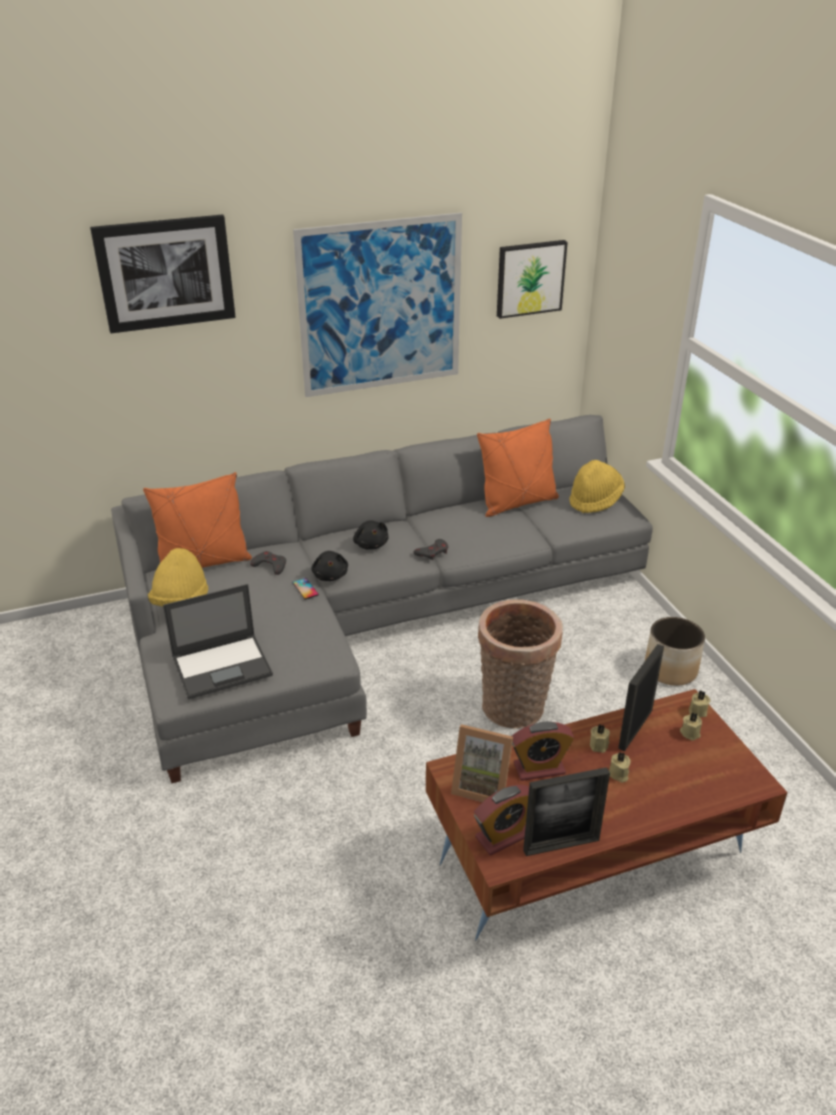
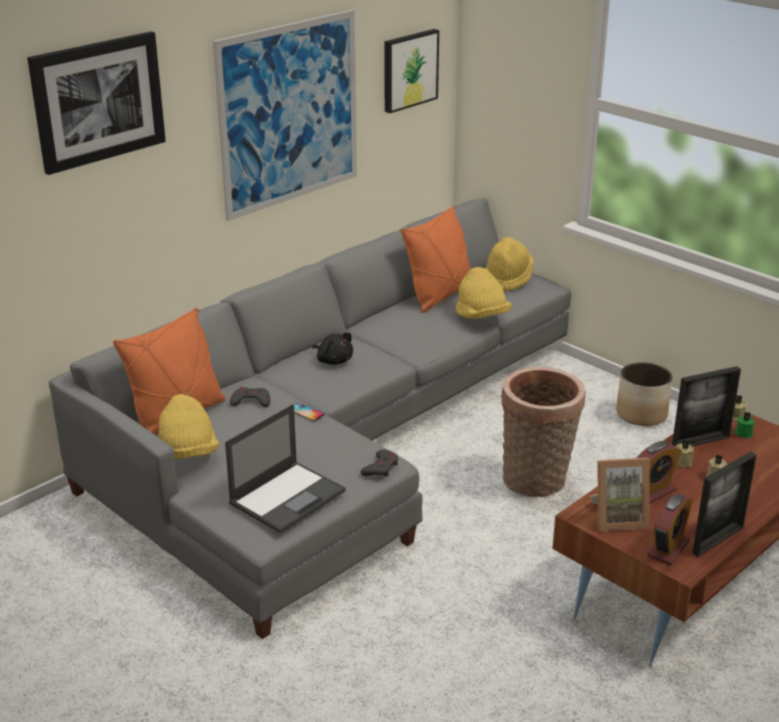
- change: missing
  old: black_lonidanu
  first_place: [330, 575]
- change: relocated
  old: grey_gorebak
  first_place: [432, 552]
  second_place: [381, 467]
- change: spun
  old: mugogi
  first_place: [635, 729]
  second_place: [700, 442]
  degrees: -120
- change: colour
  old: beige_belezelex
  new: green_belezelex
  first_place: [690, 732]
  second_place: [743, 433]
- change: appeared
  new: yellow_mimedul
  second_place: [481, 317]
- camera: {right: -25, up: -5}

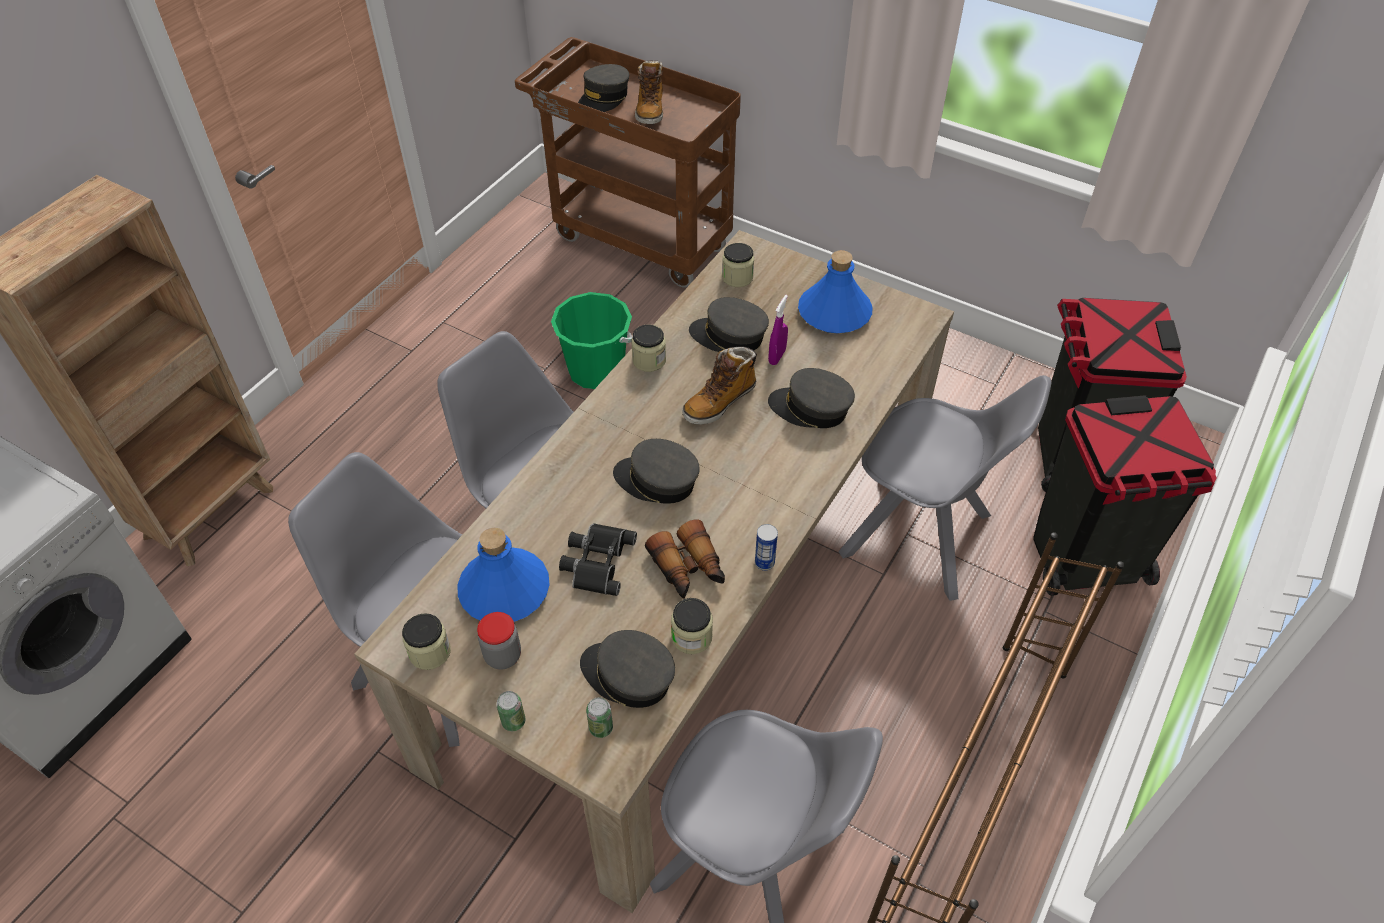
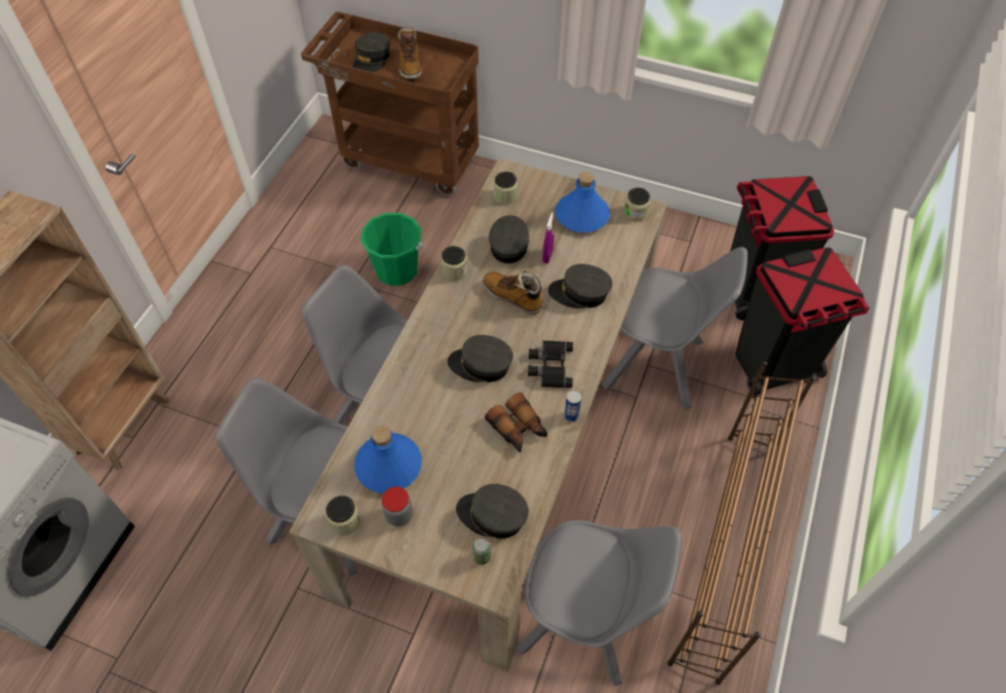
- change: missing
  old: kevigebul
  first_place: [513, 721]
- change: relocated
  old: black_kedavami
  first_place: [596, 561]
  second_place: [550, 366]
- change: relocated
  old: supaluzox
  first_place: [691, 637]
  second_place: [635, 213]
- change: spun
  old: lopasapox
  first_place: [719, 402]
  second_place: [513, 297]
  degrees: 90
- change: spun
  old: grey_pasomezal
  first_place: [729, 336]
  second_place: [509, 244]
  degrees: 90
- camera: {right: -10, up: 5}

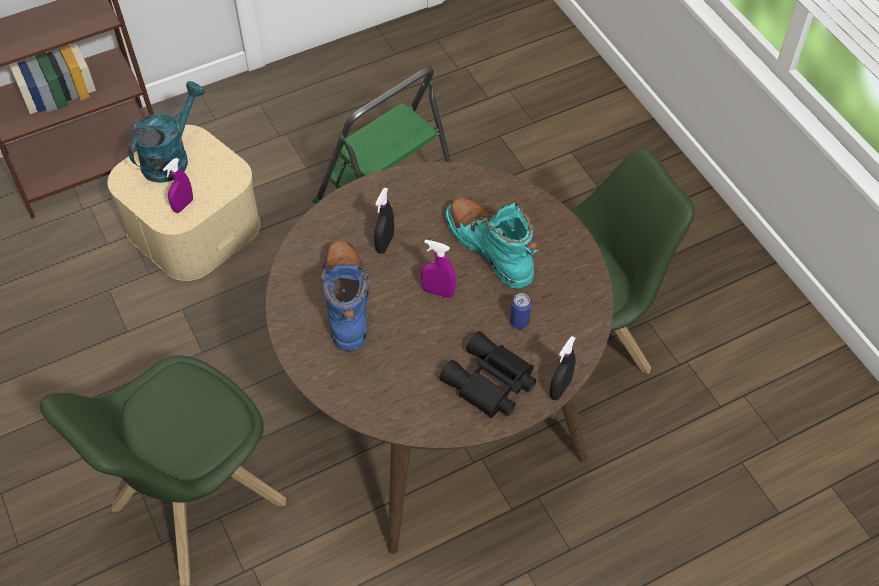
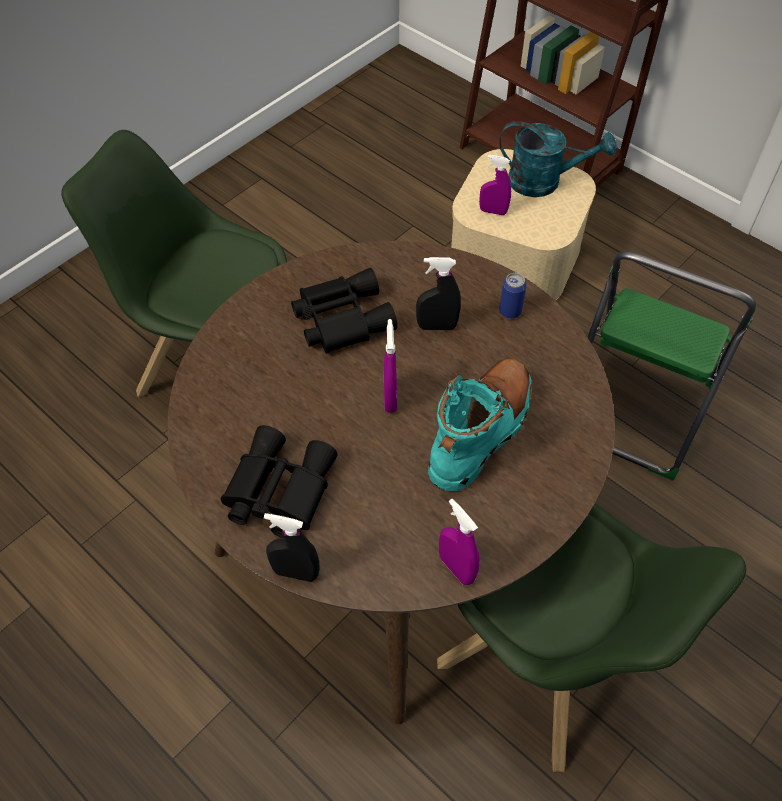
- change: exchanged
  old: blue_lopasapox
  new: black_kedavami
  first_place: [347, 301]
  second_place: [340, 318]
- change: relocated
  old: kevigebul
  first_place: [519, 322]
  second_place: [510, 311]
- change: appeared
  new: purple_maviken
  second_place: [456, 568]
- camera: {right: 70, up: 0}

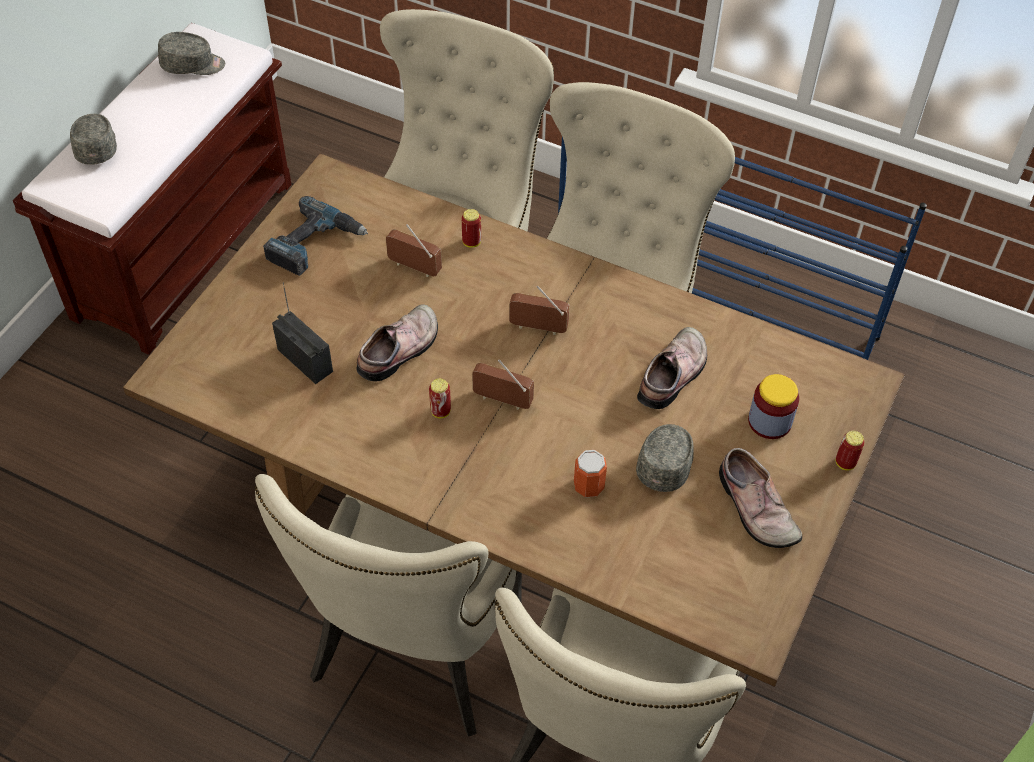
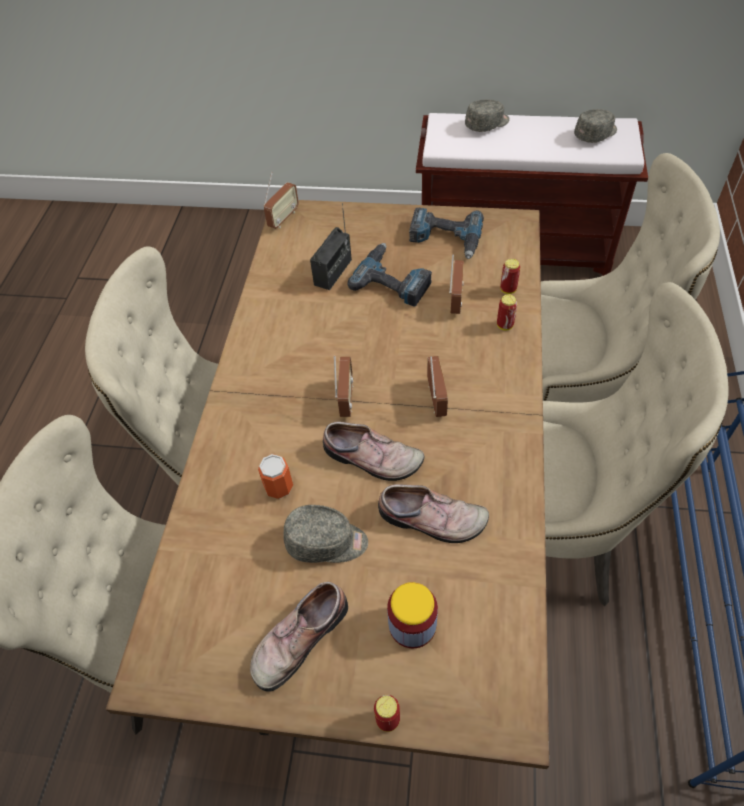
- change: spun
  old: grey_pasomezal
  first_place: [193, 65]
  second_place: [596, 134]
  degrees: -105
- change: relocated
  old: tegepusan
  first_place: [401, 350]
  second_place: [372, 459]
- change: relocated
  old: kevigebul
  first_place: [440, 411]
  second_place: [508, 290]
- change: appeared
  new: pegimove
  second_place: [283, 219]
- change: appeared
  new: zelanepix
  second_place: [393, 280]
- camera: {right: 75, up: 0}

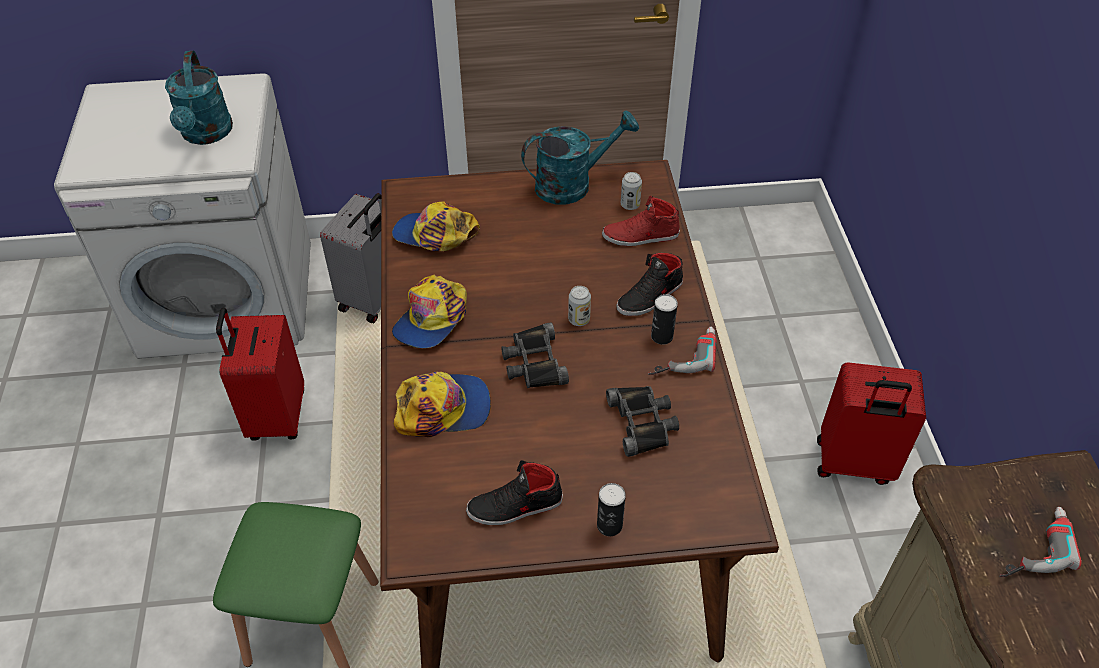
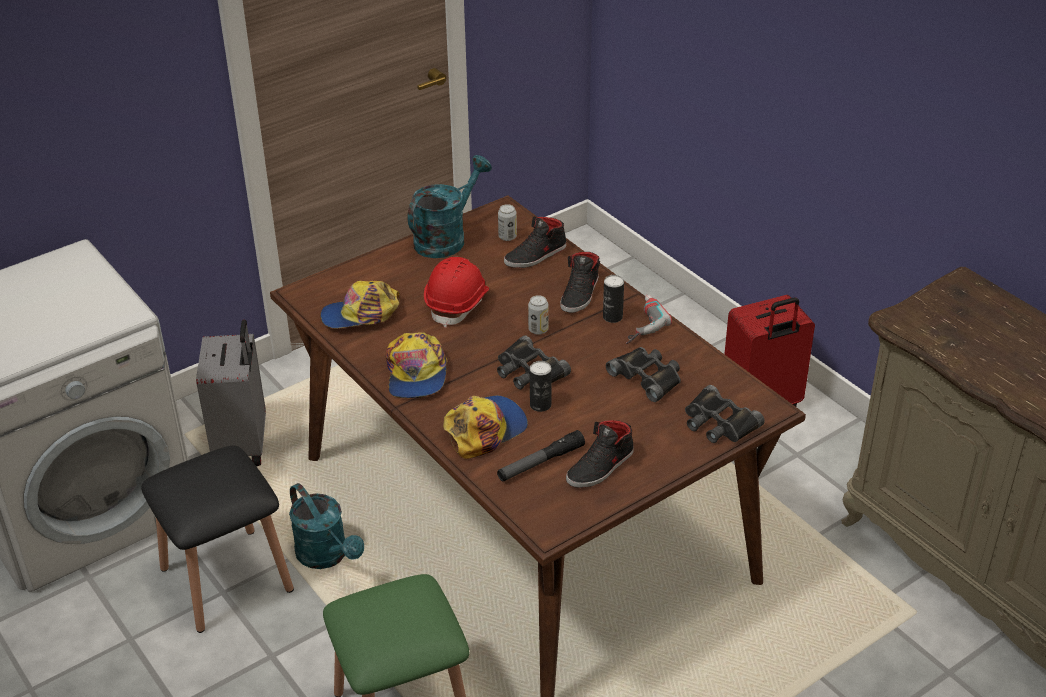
- change: relocated
  old: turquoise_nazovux
  first_place: [206, 135]
  second_place: [327, 557]
- change: exchanged
  old: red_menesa
  new: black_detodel
  first_place: [275, 416]
  second_place: [226, 579]
- change: relocated
  old: kevigebul
  first_place: [609, 525]
  second_place: [540, 405]
- change: colour
  old: red_tegepusan
  new: black_tegepusan
  first_place: [640, 236]
  second_place: [536, 256]
- change: missing
  old: zelanepix
  first_place: [1030, 545]
- change: appeared
  new: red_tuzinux
  second_place: [458, 304]
- change: appeared
  new: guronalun
  second_place: [540, 462]
- change: appeared
  new: black_kedavami
  second_place: [718, 423]
- camera: {right: -30, up: -10}

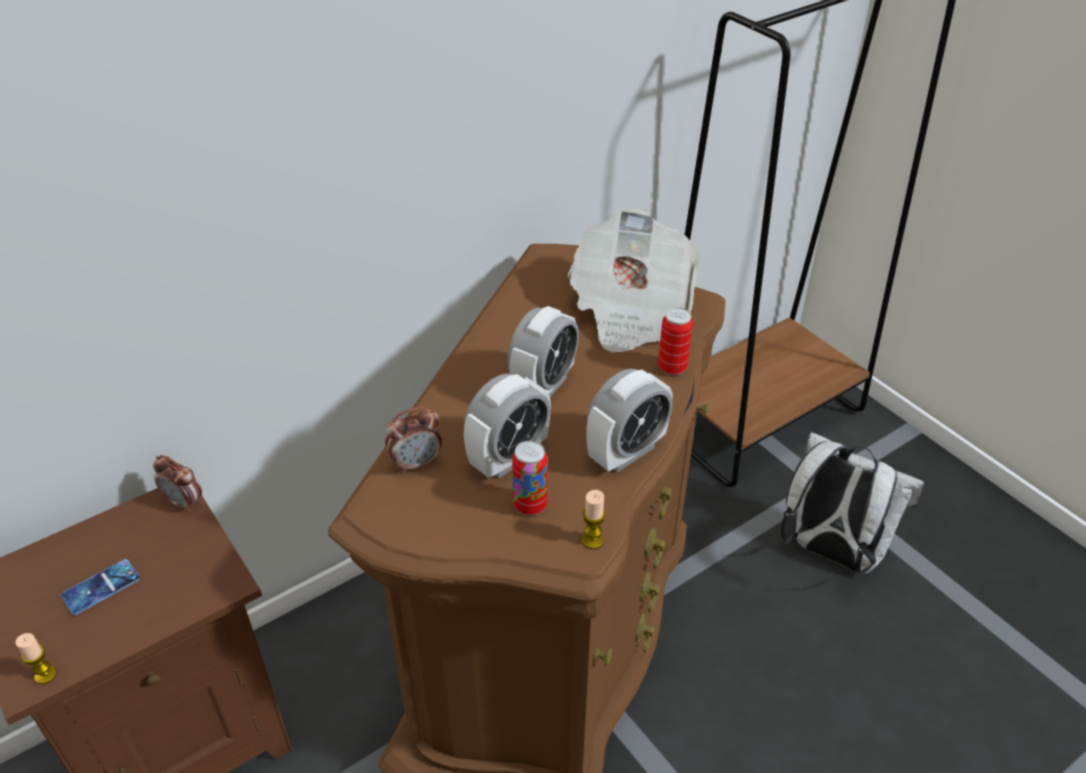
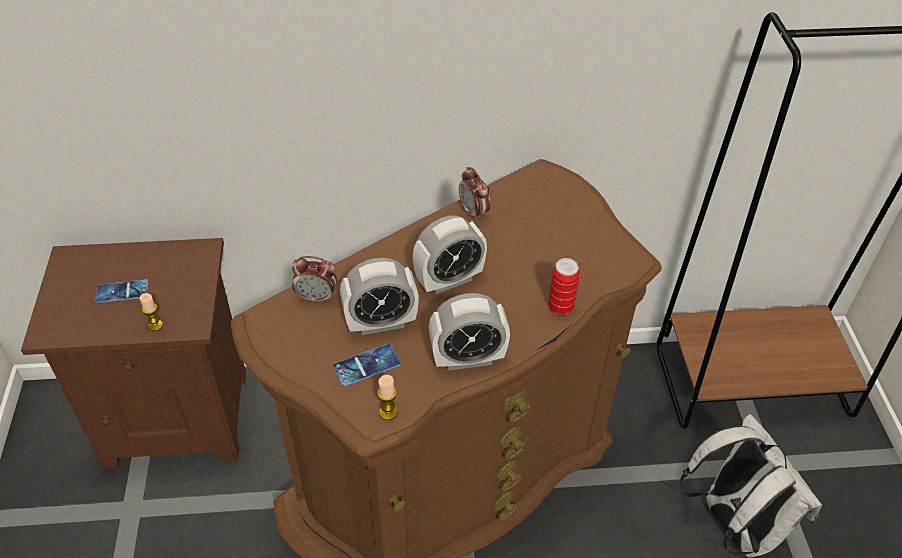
- change: relocated
  old: belezelex
  first_place: [45, 675]
  second_place: [155, 325]
- change: relocated
  old: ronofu
  first_place: [184, 502]
  second_place: [474, 212]
- change: exchanged
  old: kevigebul
  new: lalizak
  first_place: [530, 505]
  second_place: [367, 365]
- change: missing
  old: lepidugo
  first_place: [630, 311]
- camera: {right: 30, up: 5}

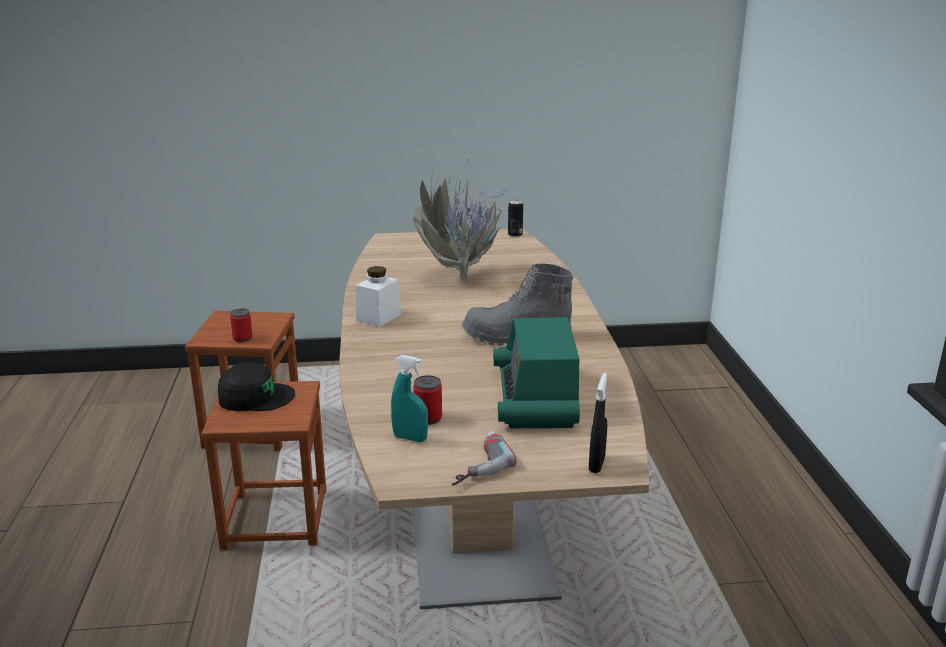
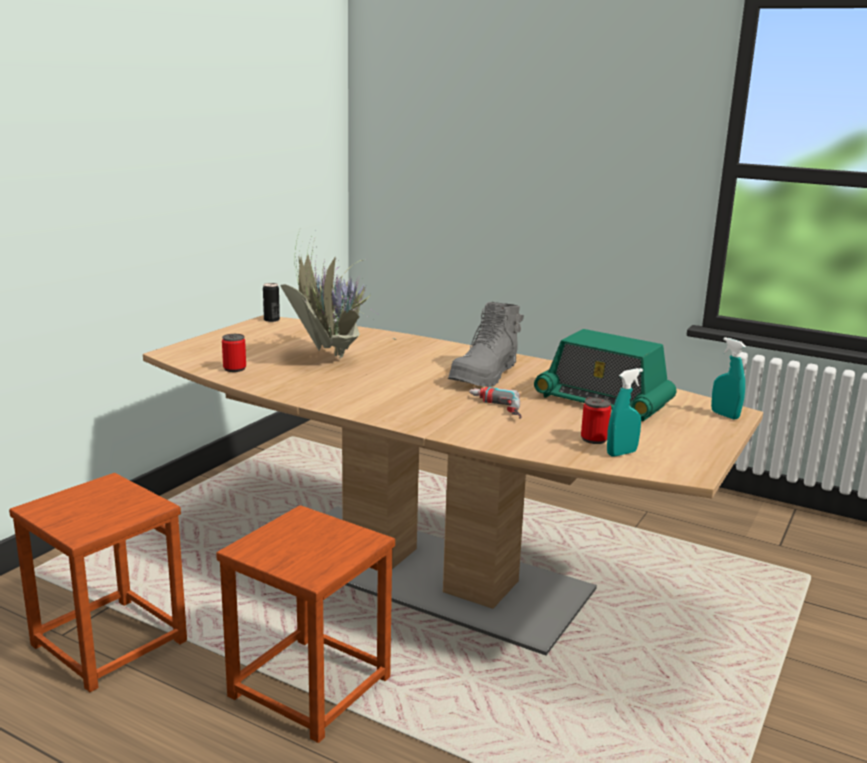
- change: missing
  old: black_pasomezal
  first_place: [255, 397]
- change: relocated
  old: kevigebul
  first_place: [242, 338]
  second_place: [234, 369]
- change: missing
  old: white_supaluzox
  first_place: [378, 317]
- change: relocated
  old: zelanepix
  first_place: [474, 463]
  second_place: [494, 409]
- change: colour
  old: black_maviken
  new: turquoise_maviken
  first_place: [596, 464]
  second_place: [725, 415]
- camera: {right: -55, up: -5}

